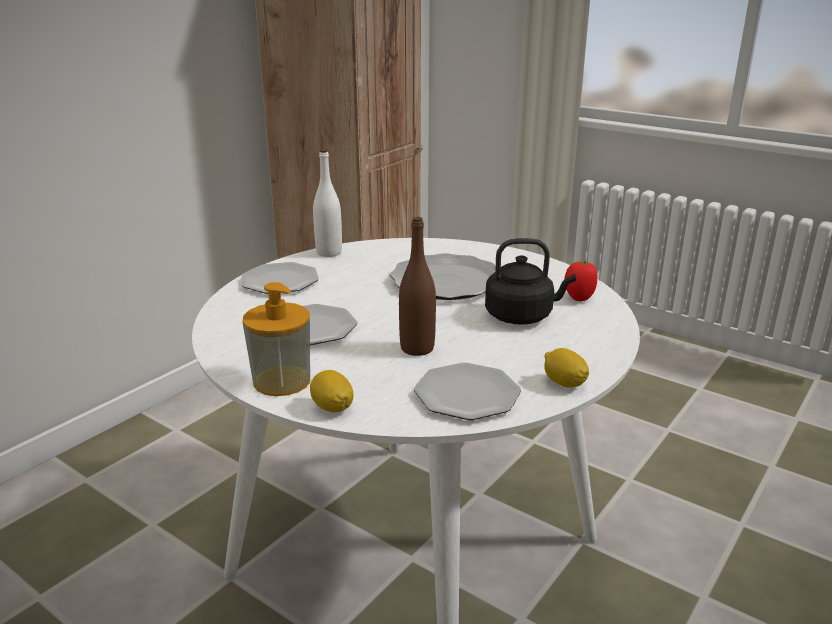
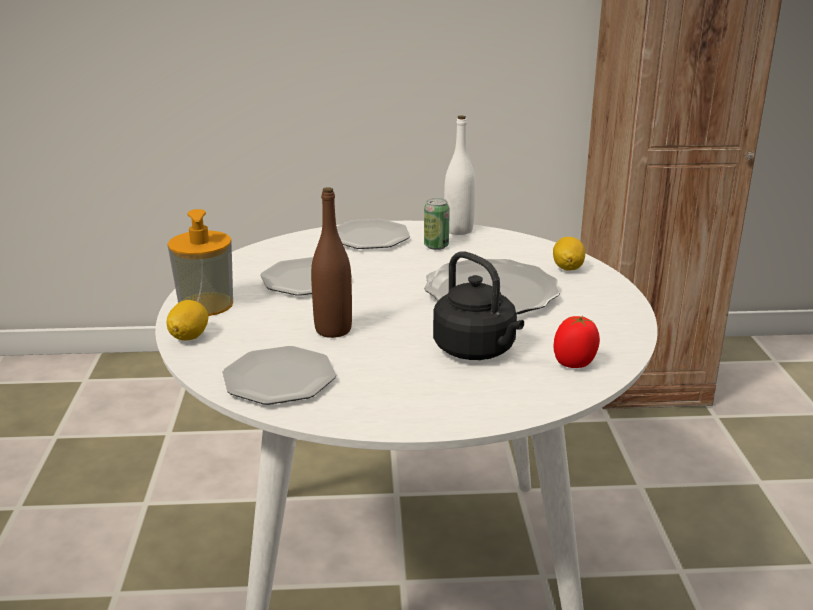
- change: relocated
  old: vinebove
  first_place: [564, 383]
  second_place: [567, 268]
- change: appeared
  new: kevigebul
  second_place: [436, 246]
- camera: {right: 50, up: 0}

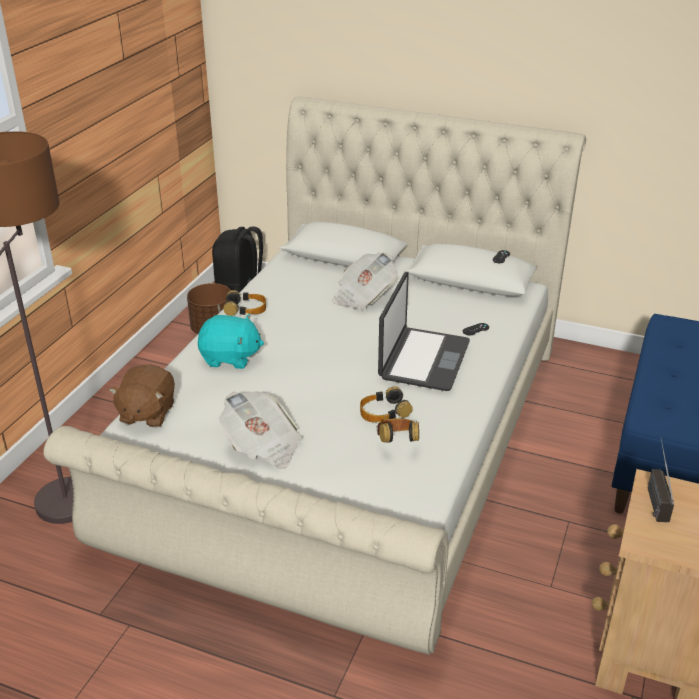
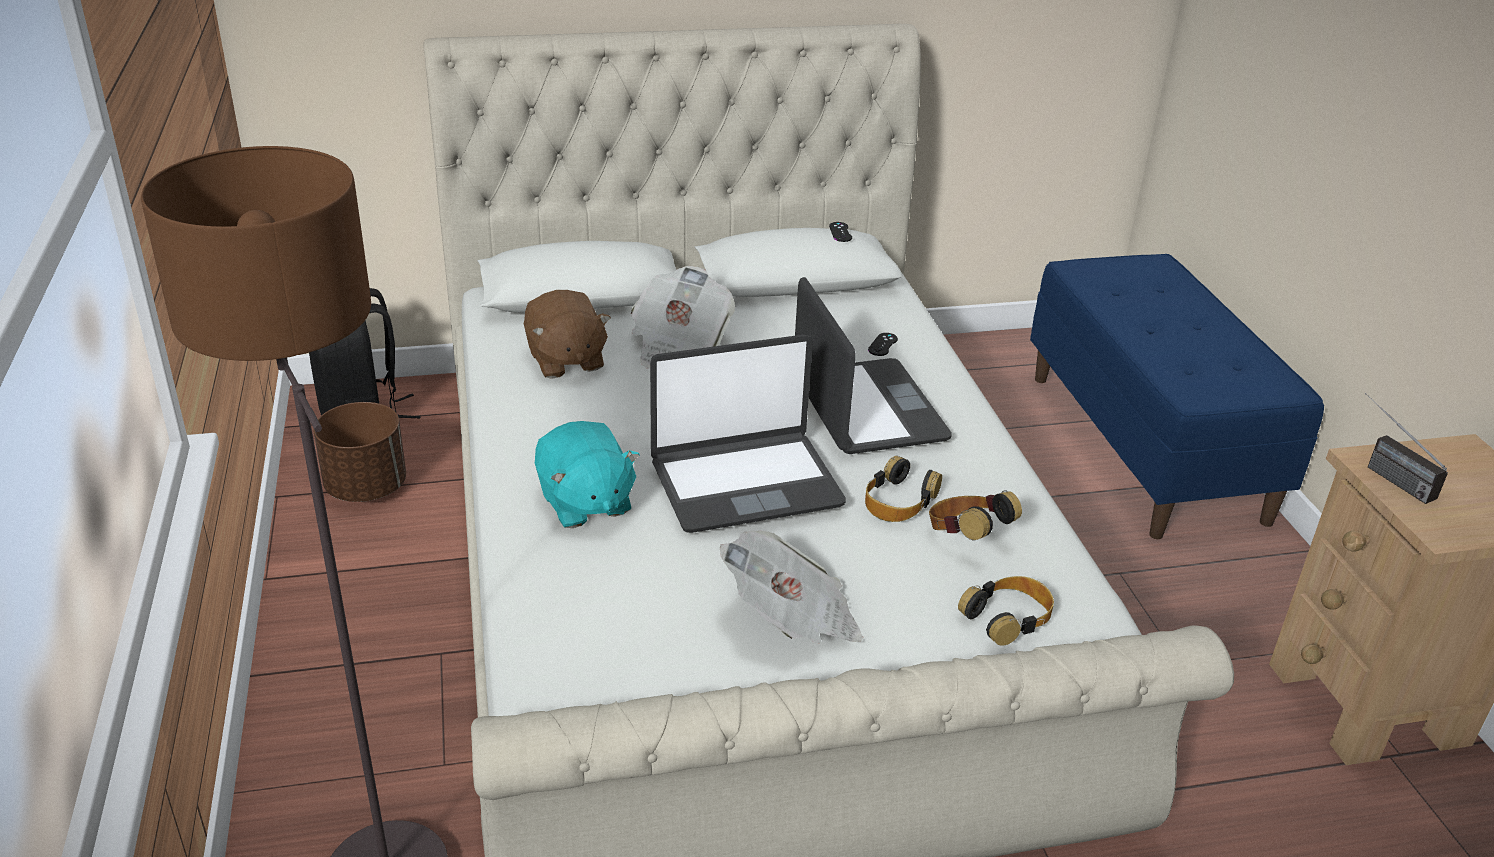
- change: relocated
  old: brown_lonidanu
  first_place: [147, 413]
  second_place: [565, 360]
- change: spun
  old: turquoise_lonidanu
  first_place: [230, 358]
  second_place: [584, 503]
  degrees: 90
- change: relocated
  old: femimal
  first_place: [246, 309]
  second_place: [1008, 617]
- change: appeared
  new: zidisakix
  second_place: [745, 483]
- camera: {right: -35, up: 0}

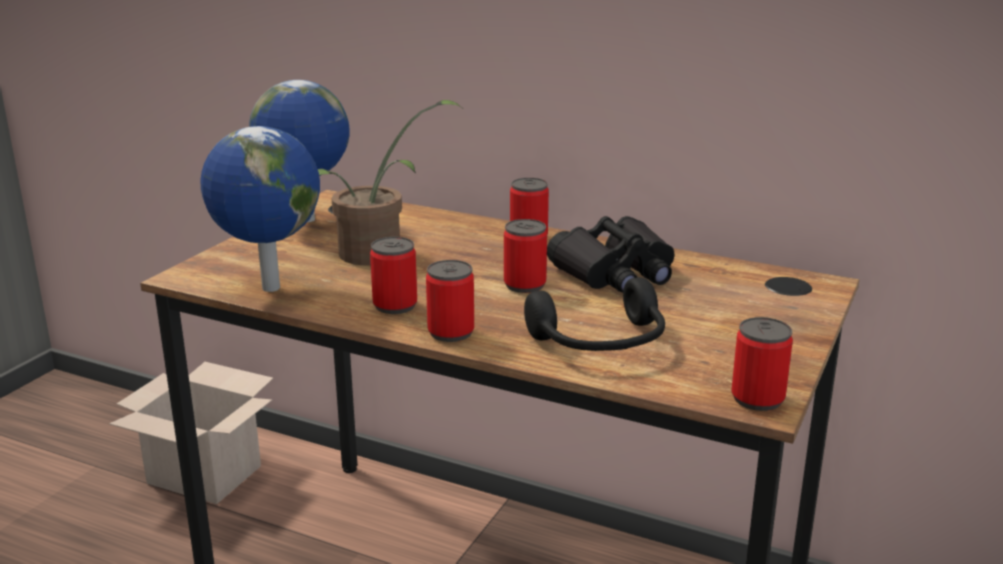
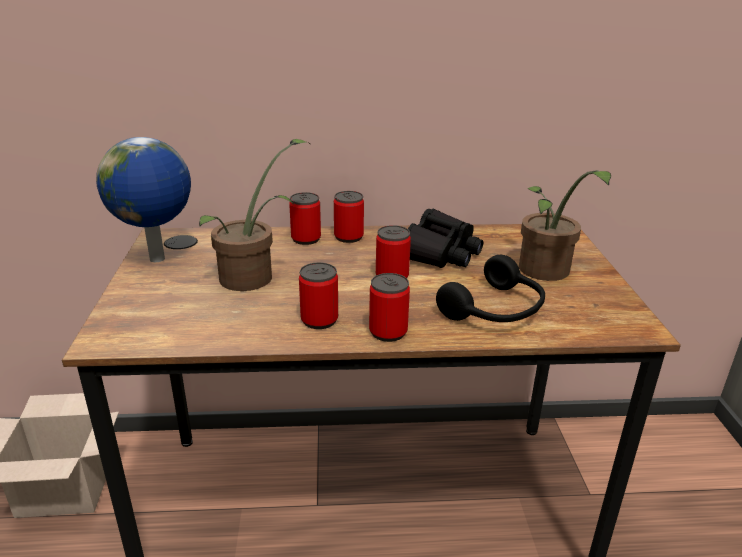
- change: missing
  old: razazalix
  first_place: [268, 288]
- change: relocated
  old: kevigebul
  first_place: [757, 399]
  second_place: [306, 239]
- change: appeared
  new: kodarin
  second_place: [545, 272]
- camera: {right: -30, up: 5}

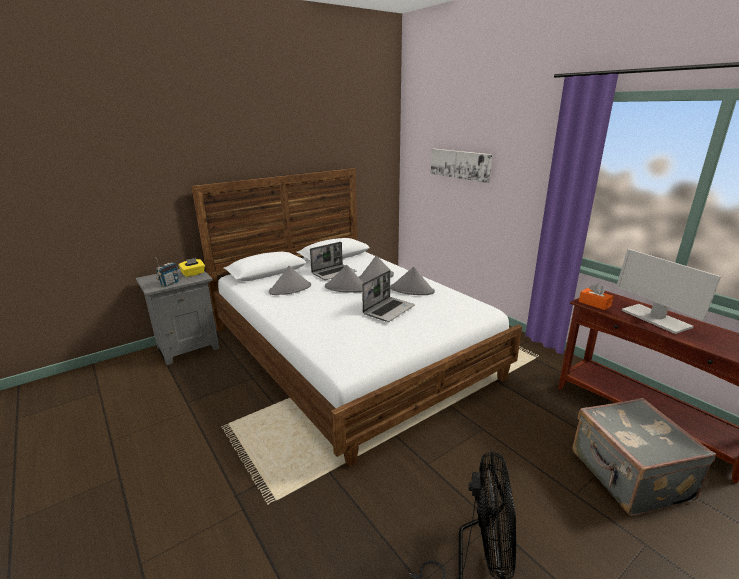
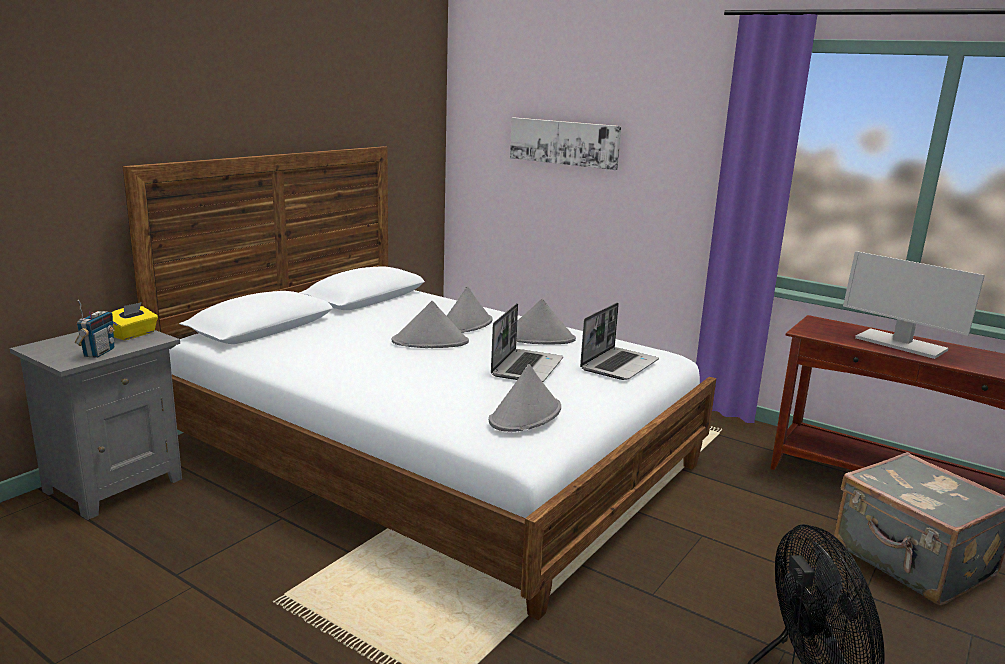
- change: relocated
  old: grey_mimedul
  first_place: [290, 289]
  second_place: [525, 415]
- change: relocated
  old: zidisakix
  first_place: [334, 273]
  second_place: [619, 365]
- change: missing
  old: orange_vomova
  first_place: [594, 304]
- camera: {right: -20, up: -5}

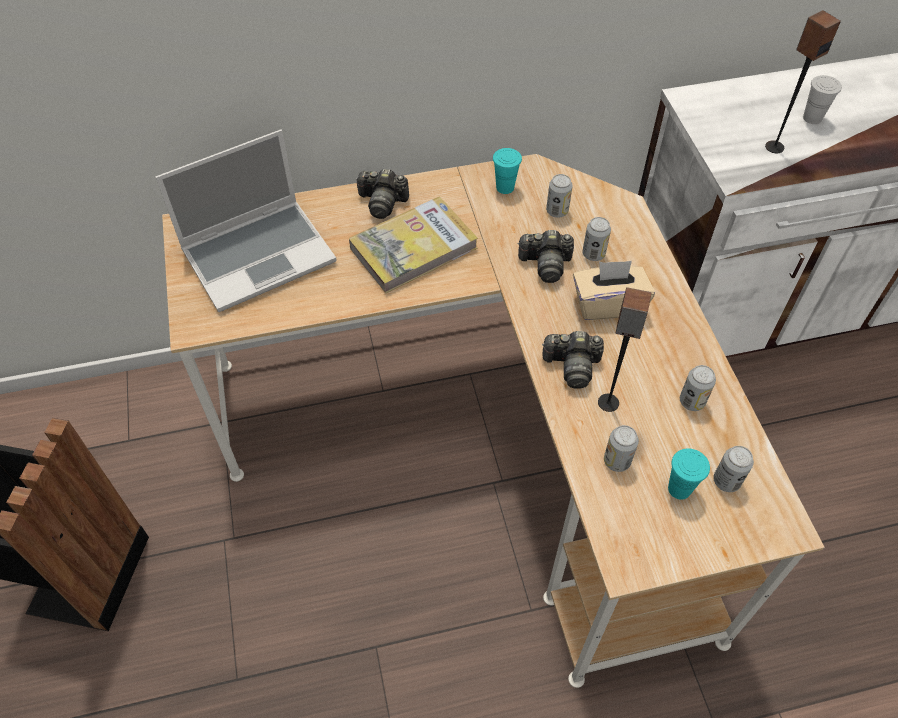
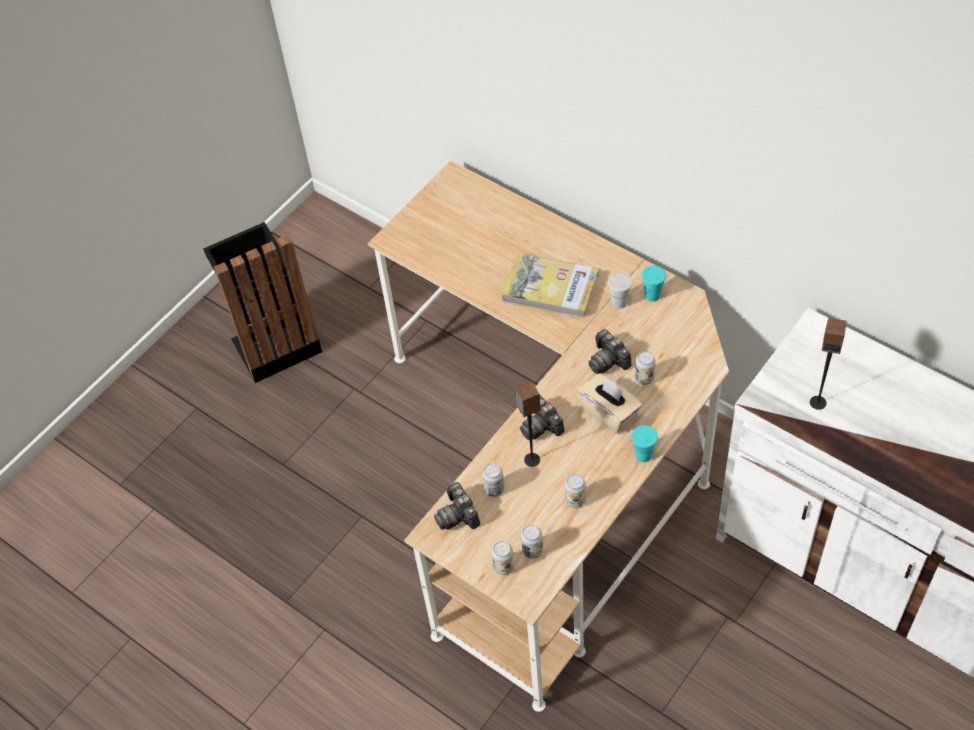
- change: missing
  old: zidisakix
  first_place: [260, 255]
- change: relocated
  old: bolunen
  first_place: [382, 202]
  second_place: [458, 515]
- change: relocated
  old: kevigebul
  first_place: [557, 211]
  second_place: [504, 566]
- change: relocated
  old: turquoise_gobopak
  first_place: [679, 489]
  second_place: [643, 455]
- change: relocated
  old: white_gobopak
  first_place: [812, 118]
  second_place: [619, 302]
- camera: {right: 55, up: 0}

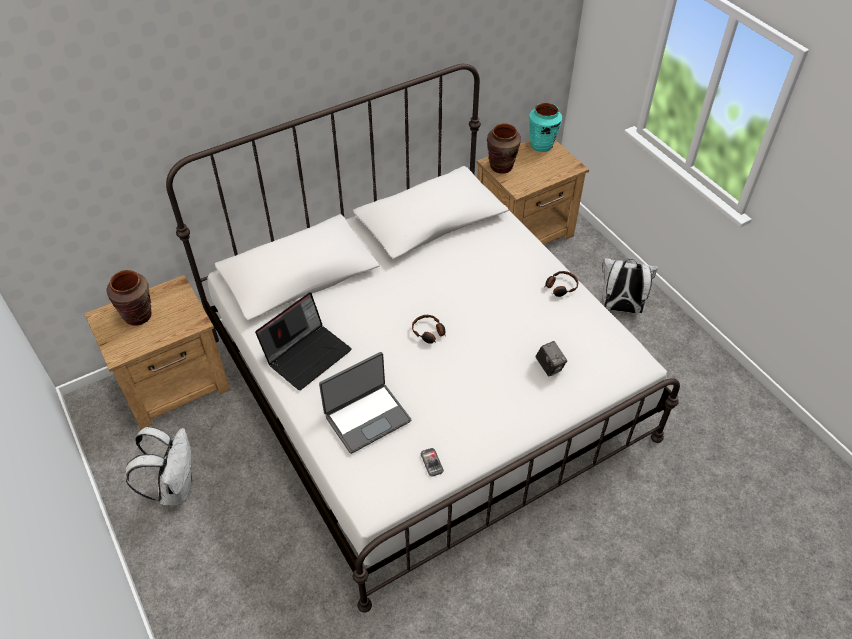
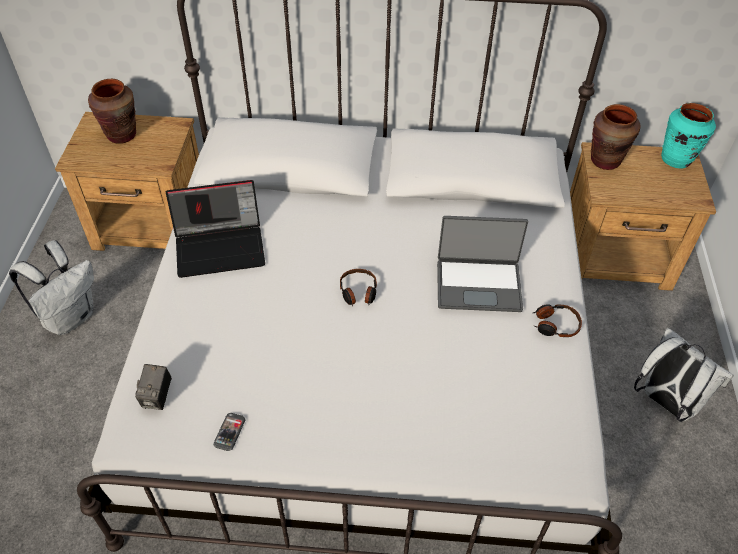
- change: relocated
  old: zidisakix
  first_place: [367, 417]
  second_place: [478, 284]
- change: relocated
  old: bolunen
  first_place: [549, 367]
  second_place: [157, 397]
- camera: {right: 35, up: 0}

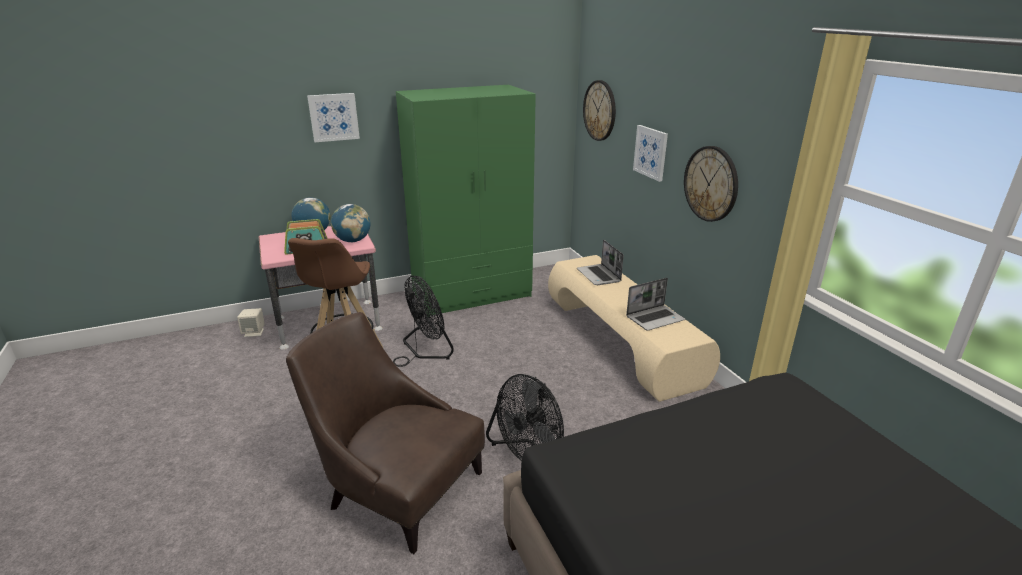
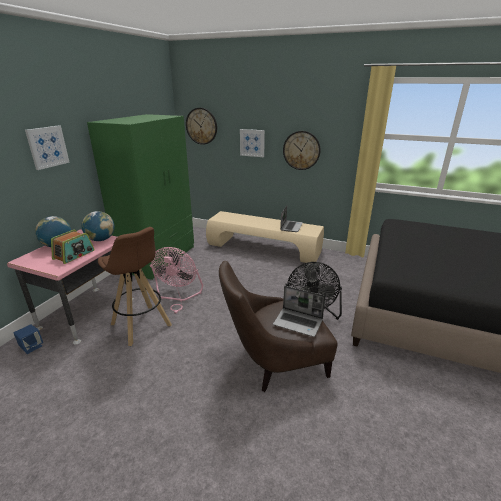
- change: colour
  old: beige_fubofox
  new: blue_fubofox
  first_place: [254, 332]
  second_place: [32, 347]
- change: colour
  old: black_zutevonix
  new: pink_zutevonix
  first_place: [421, 348]
  second_place: [176, 296]
- change: relocated
  old: zidisakix
  first_place: [599, 276]
  second_place: [298, 322]
- camera: {right: -45, up: 0}

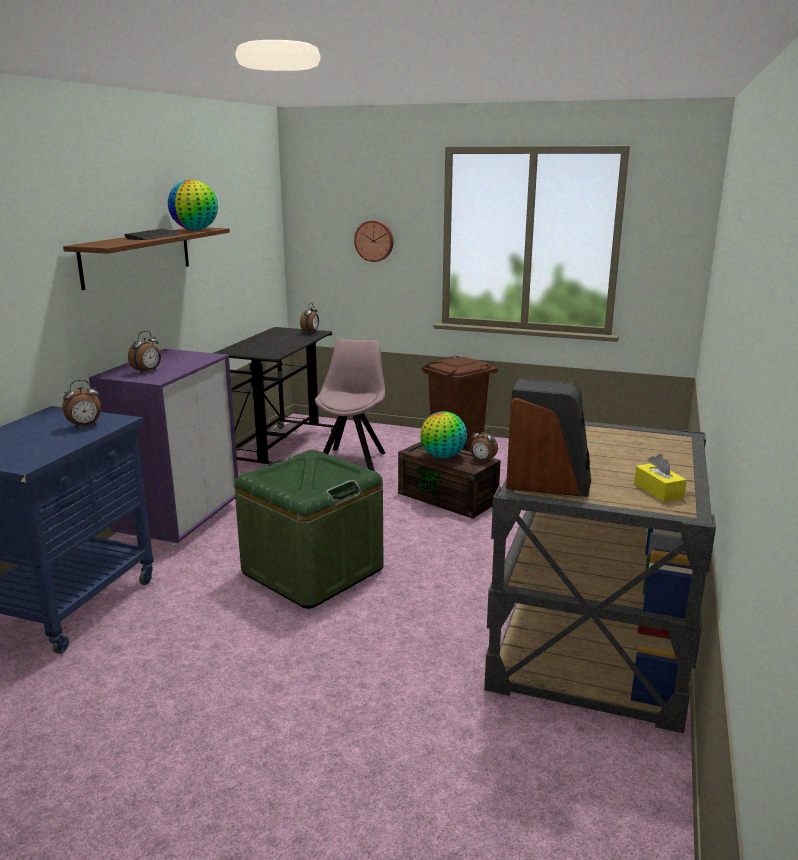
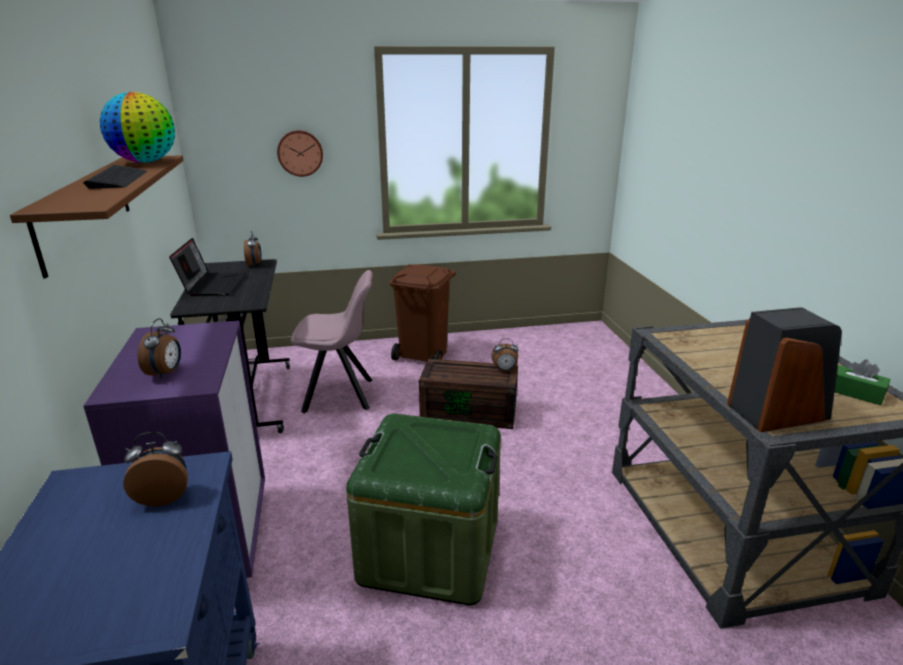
- change: spun
  old: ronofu
  first_place: [85, 426]
  second_place: [163, 496]
  degrees: -135
- change: spun
  old: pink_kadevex
  first_place: [352, 461]
  second_place: [339, 395]
  degrees: 105
- change: missing
  old: razazalix
  first_place: [443, 456]
- change: colour
  old: yellow_vomova
  new: green_vomova
  first_place: [658, 491]
  second_place: [856, 393]
- change: appeared
  new: zidisakix
  second_place: [213, 284]
- camera: {right: -30, up: 5}

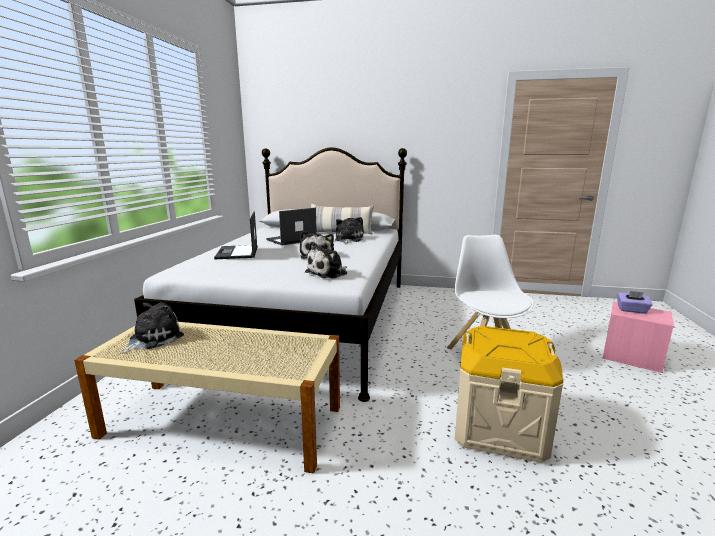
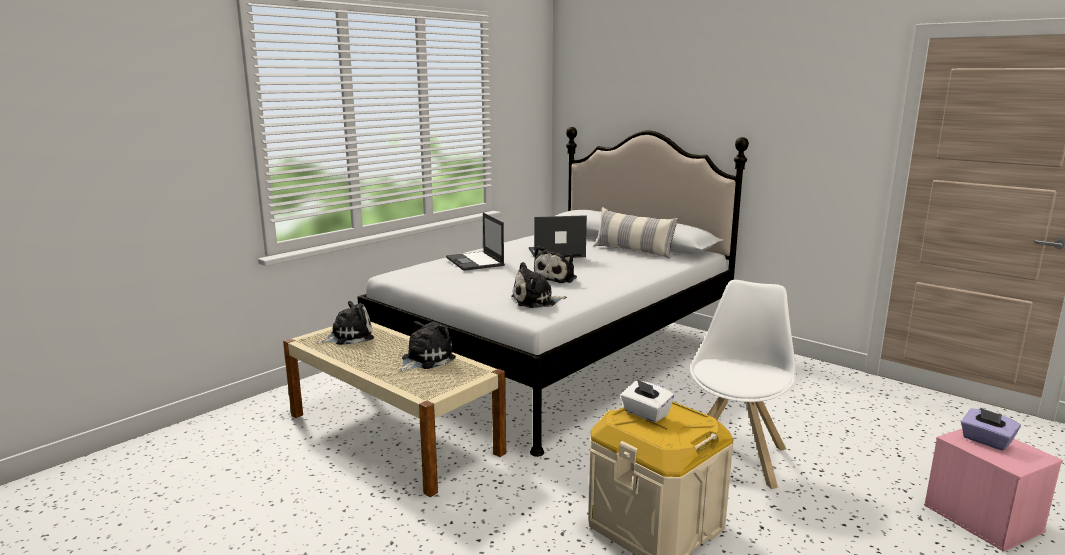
- change: spun
  old: zidisakix
  first_place: [237, 253]
  second_place: [475, 262]
  degrees: -45
- change: relocated
  old: lonidanu
  first_place: [348, 239]
  second_place: [425, 359]
- change: appeared
  new: white_vomova
  second_place: [645, 413]
- camera: {right: 30, up: 0}

